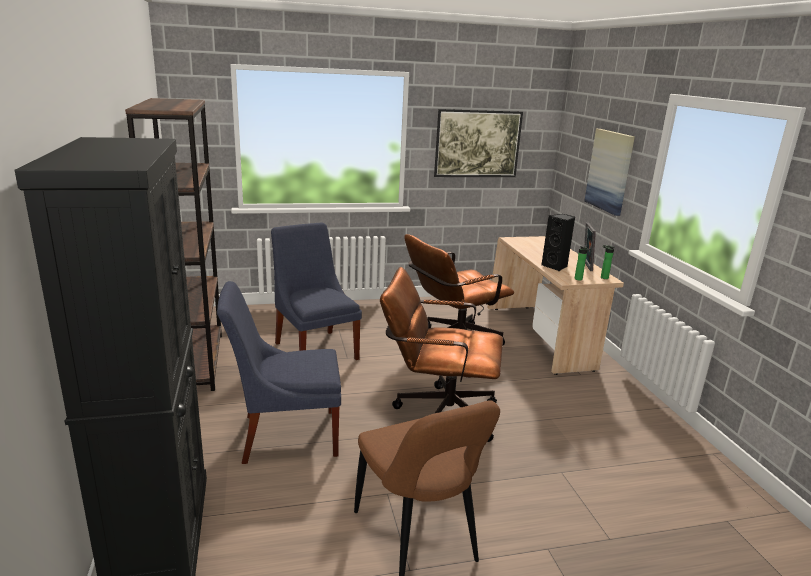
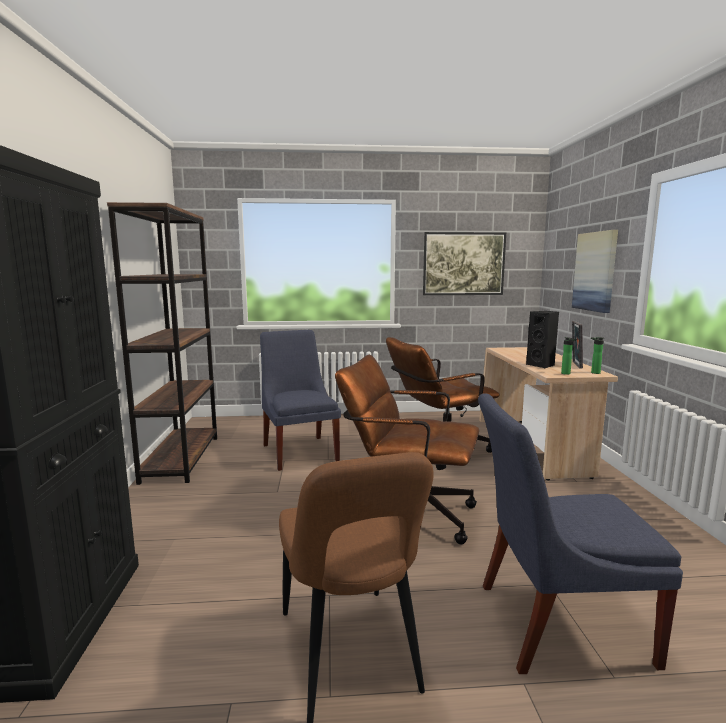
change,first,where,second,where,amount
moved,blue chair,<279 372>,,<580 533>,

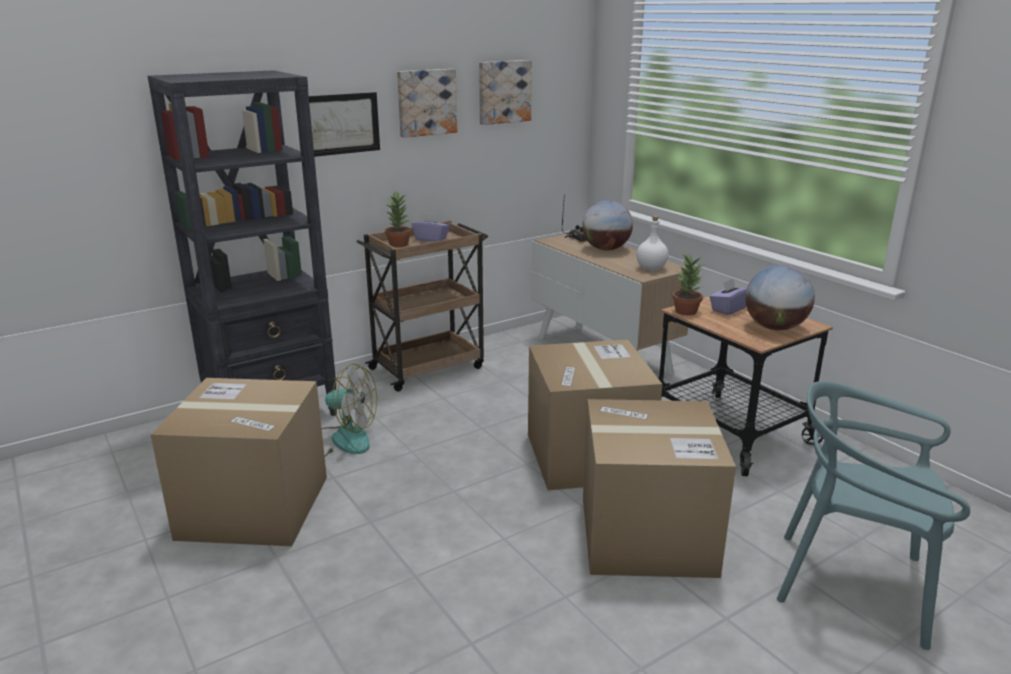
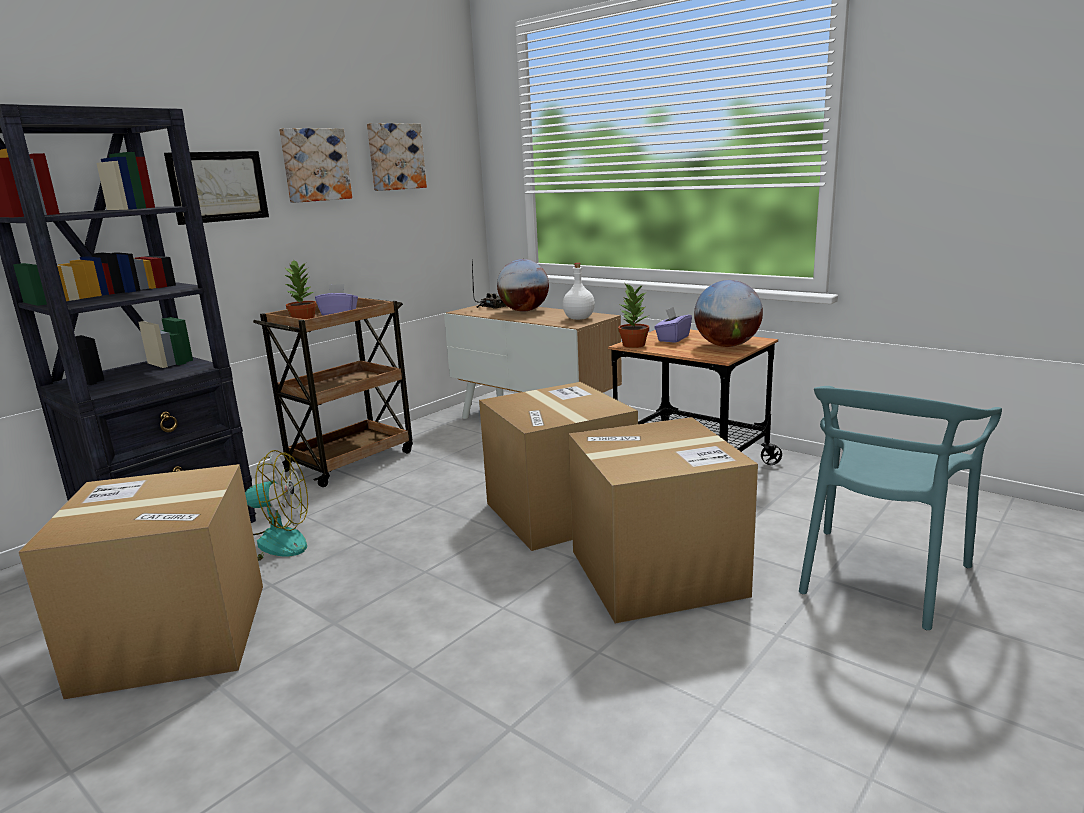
change,first,where,second,where,amount
turned,turquoise chair,<873 515>,,<900 508>,60 degrees counterclockwise

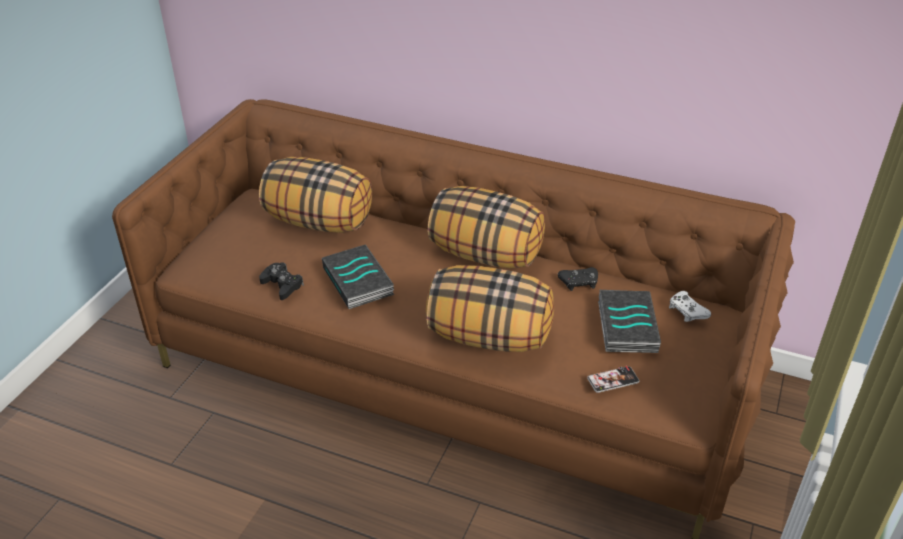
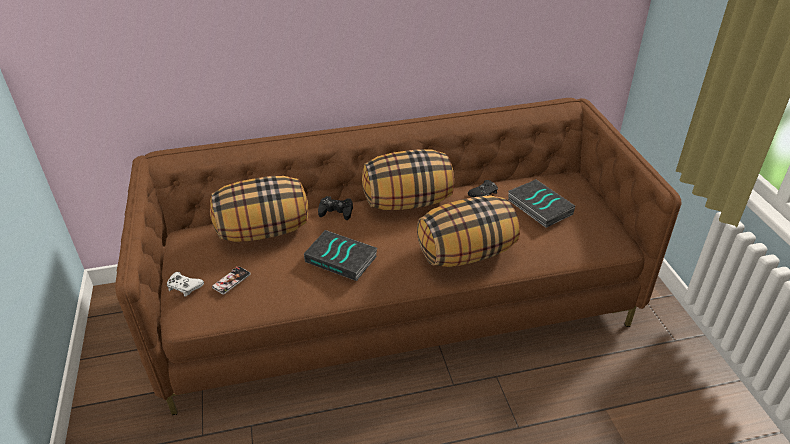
change,first,where,second,where,amount
moved,black game controller,<281 281>,,<335 208>,
moved,phone,<613 379>,,<231 280>,
moved,white game controller,<690 306>,,<185 284>,

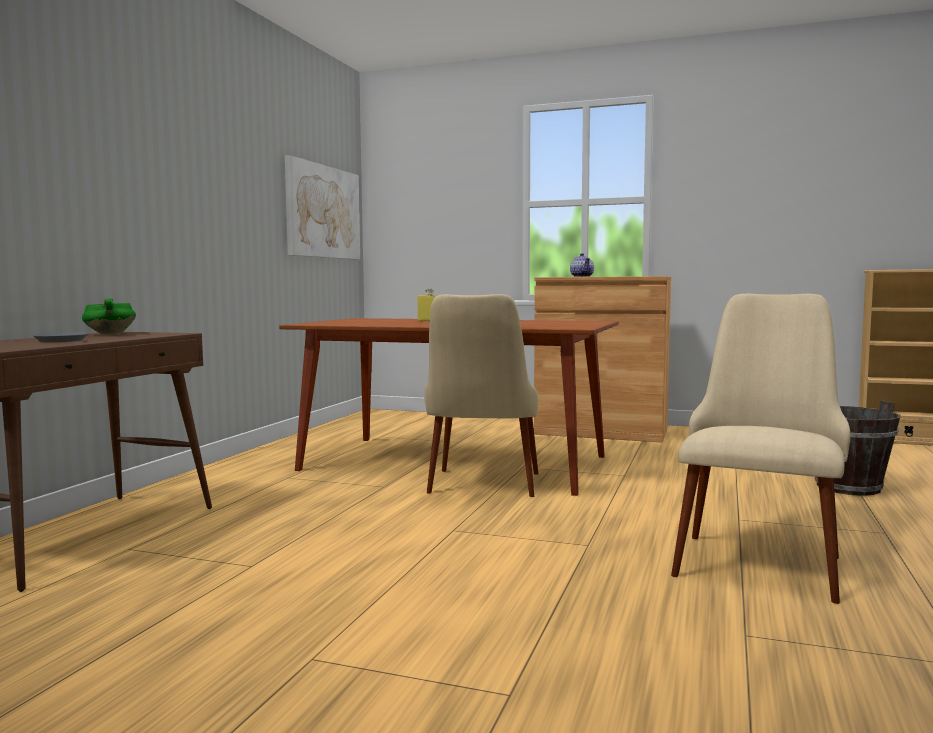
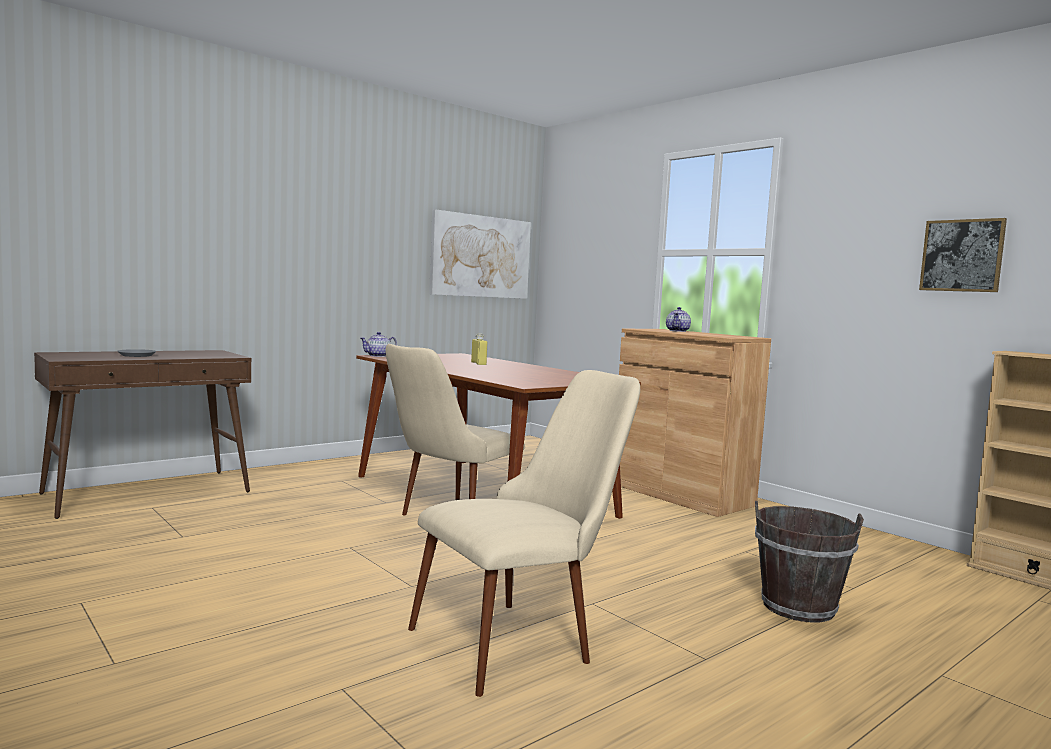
change,first,where,second,where,amount
removed,green cooking pot,<109 316>,,,
added,,,teapot,<378 344>,
added,,,picture,<963 255>,

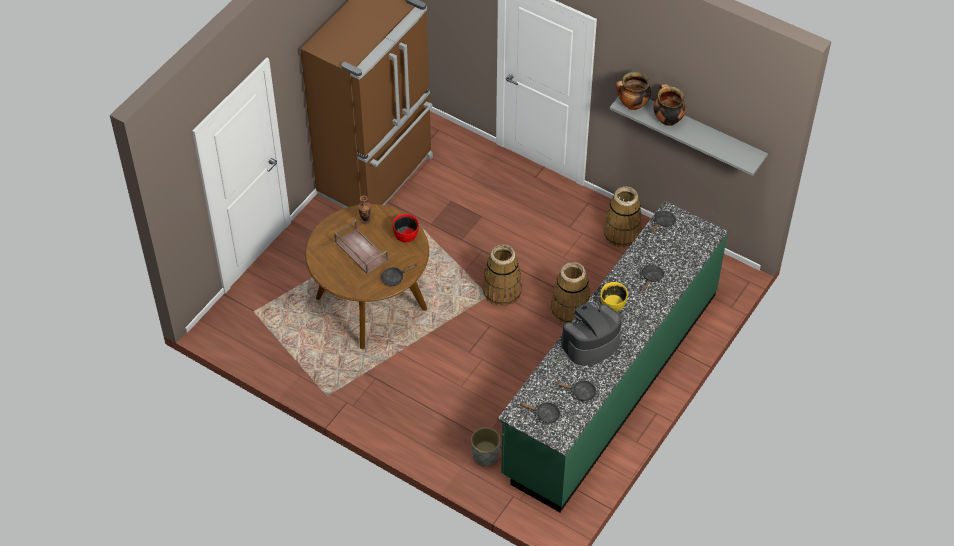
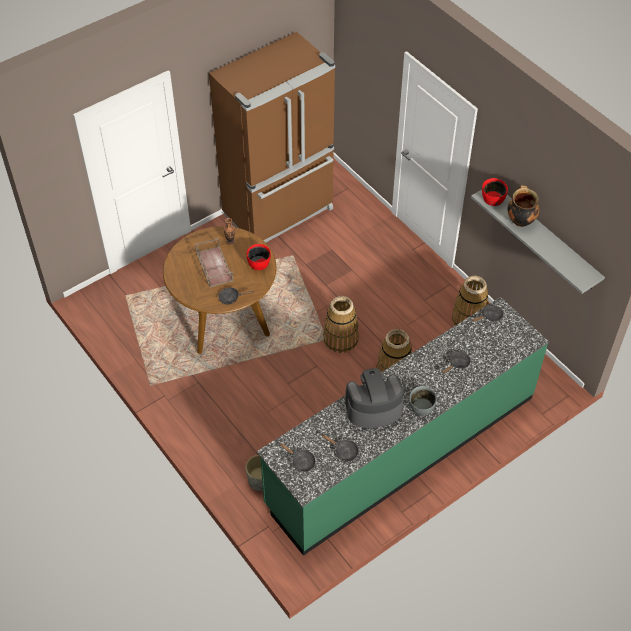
change,first,where,second,where,amount
removed,yellow bowl,<614 297>,,,
added,,,grey bowl,<423 401>,
replaced,cooking pot,<633 91>,red bowl,<495 192>,

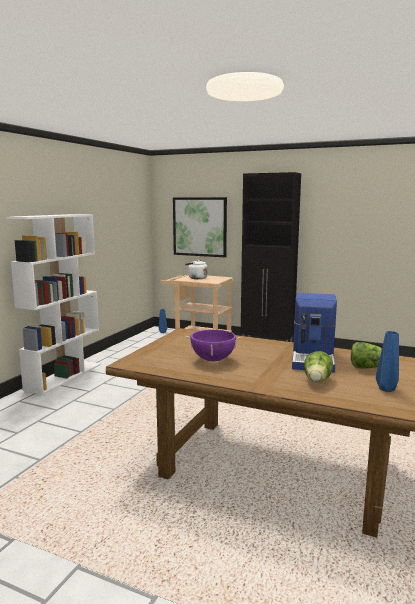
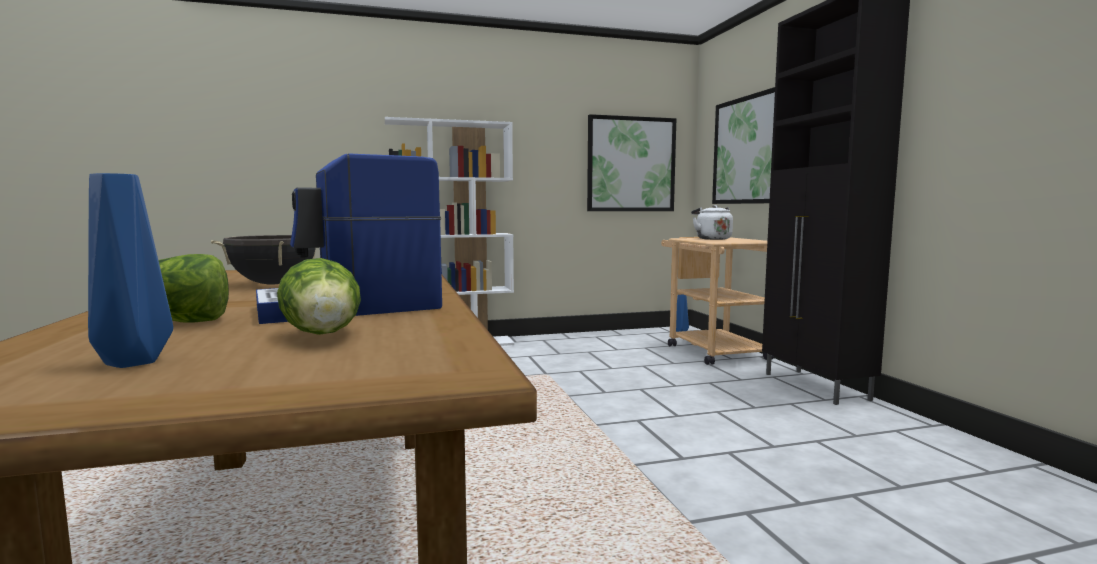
change,first,where,second,where,amount
added,,,picture,<631 162>,
recoloured,purple cooking pot,<213 345>,black cooking pot,<263 260>,

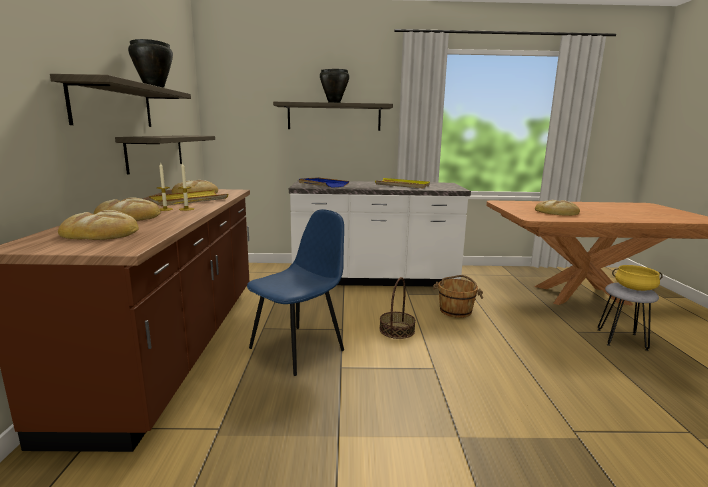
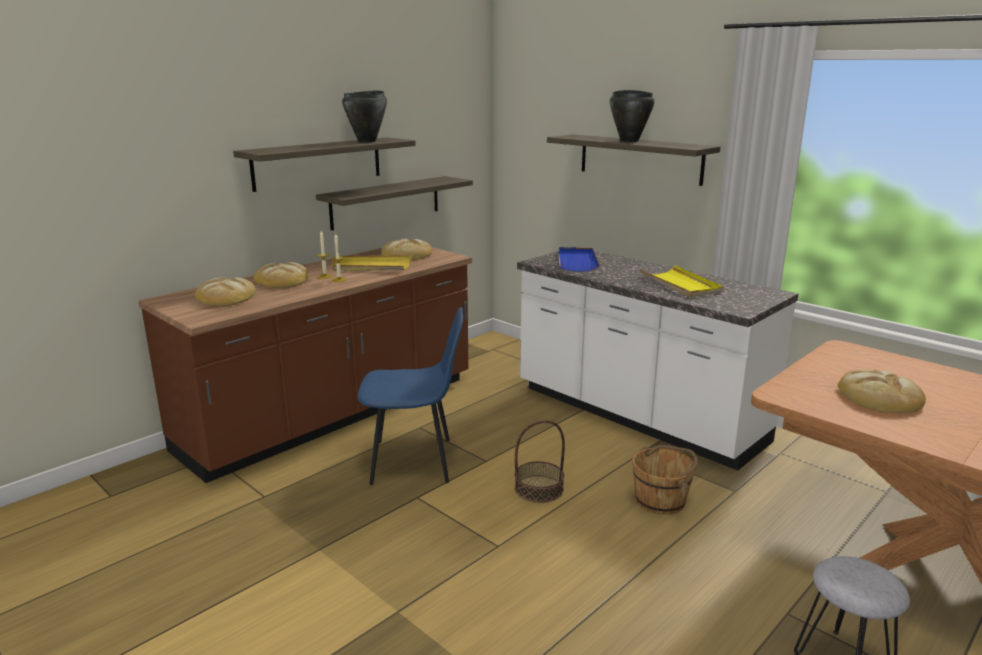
change,first,where,second,where,amount
removed,yellow cooking pot,<637 278>,,,

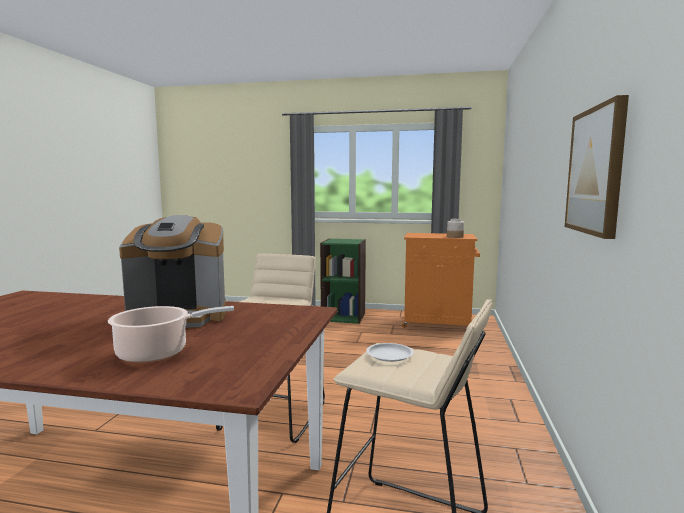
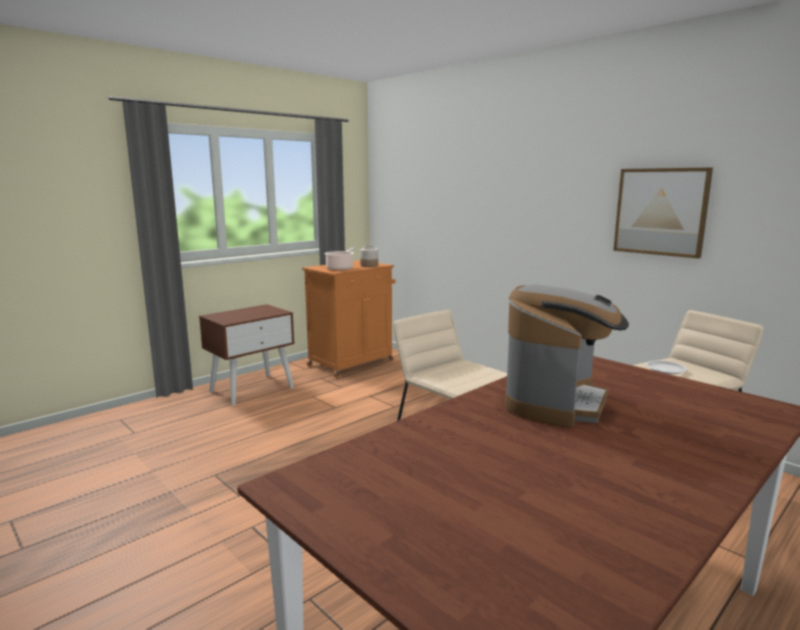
change,first,where,second,where,amount
moved,cooking pot,<171 334>,,<339 259>,
replaced,green bookcase,<343 281>,brown nightstand,<247 355>,

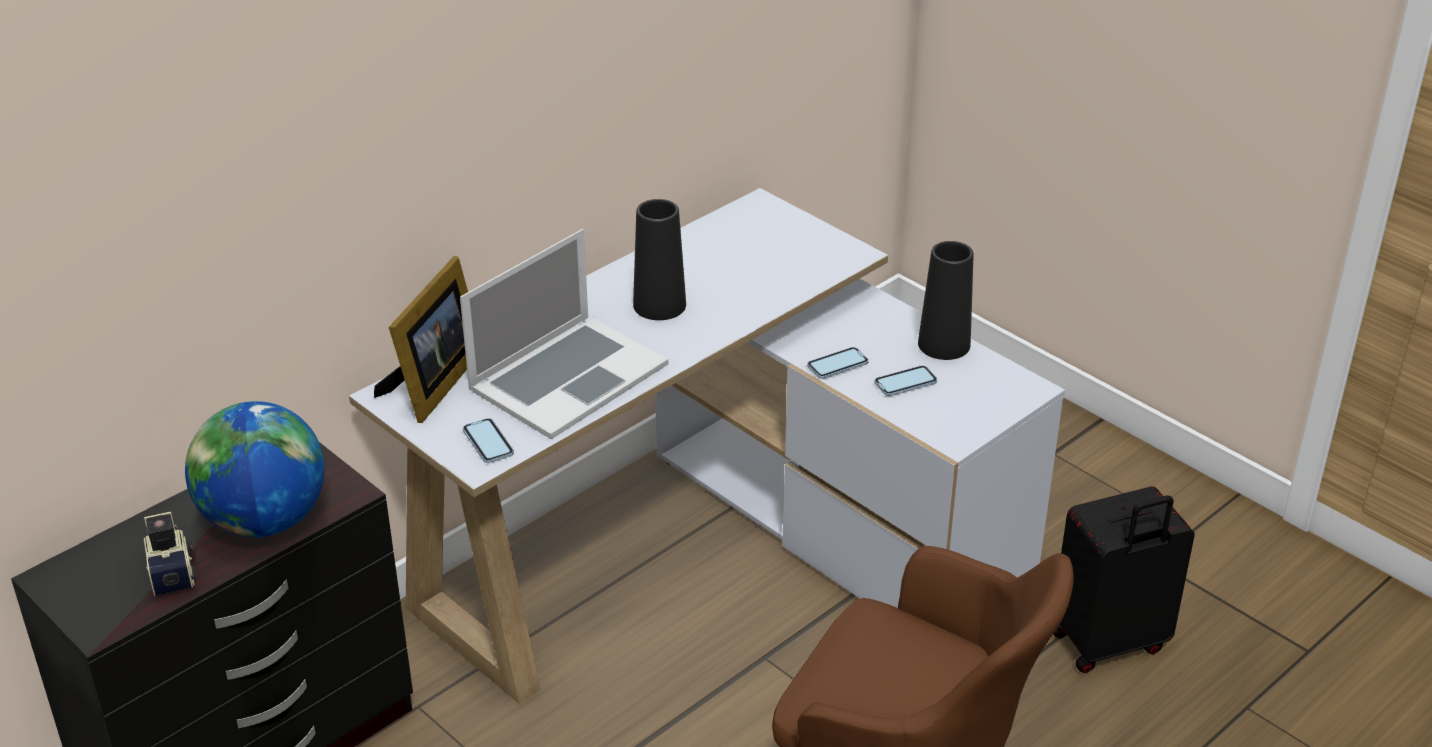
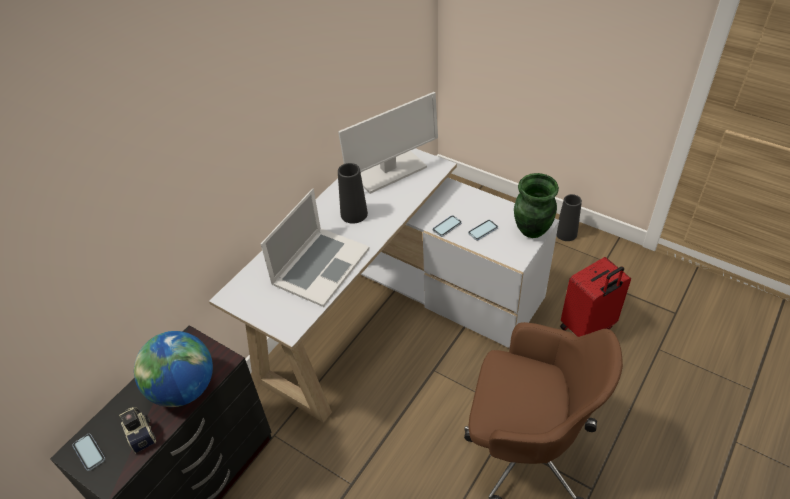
change,first,where,second,where,amount
removed,picture frame,<421 339>,,,
added,,,monitor,<388 143>,
added,,,green vase,<536 205>,
moved,phone,<488 440>,,<88 452>,
moved,black vase,<945 300>,,<569 217>,
recoloured,black suitcase,<1124 579>,red suitcase,<595 297>,

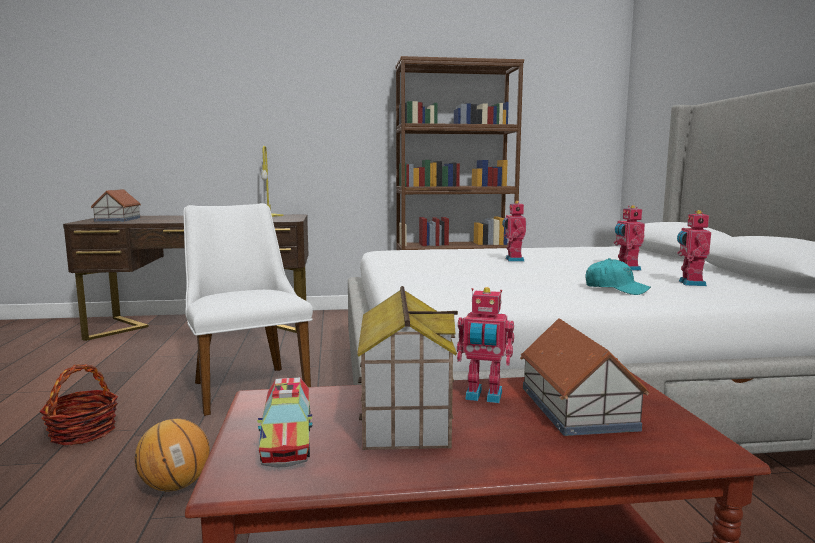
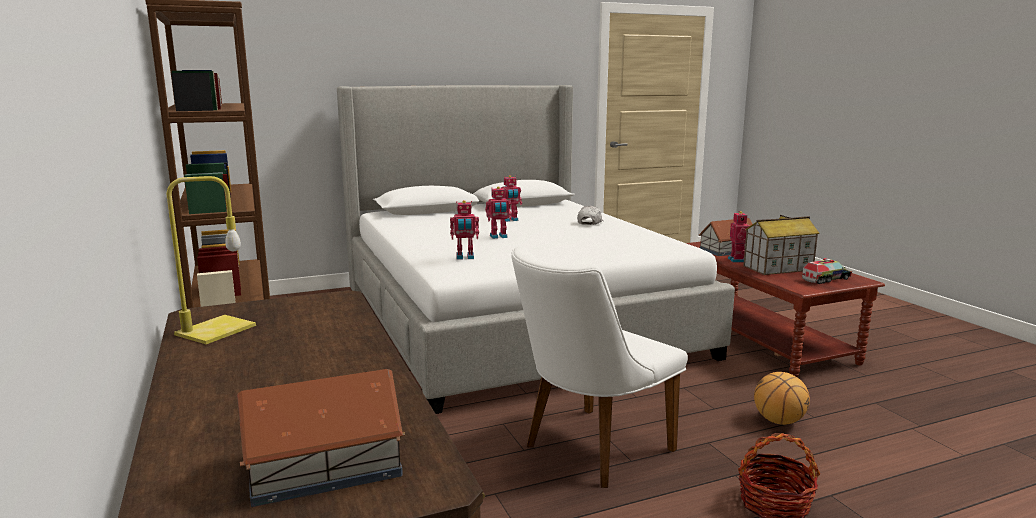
change,first,where,second,where,amount
moved,toy robot,<694 248>,,<464 230>,
recoloured,turquoise cap,<618 276>,white cap,<590 215>,

